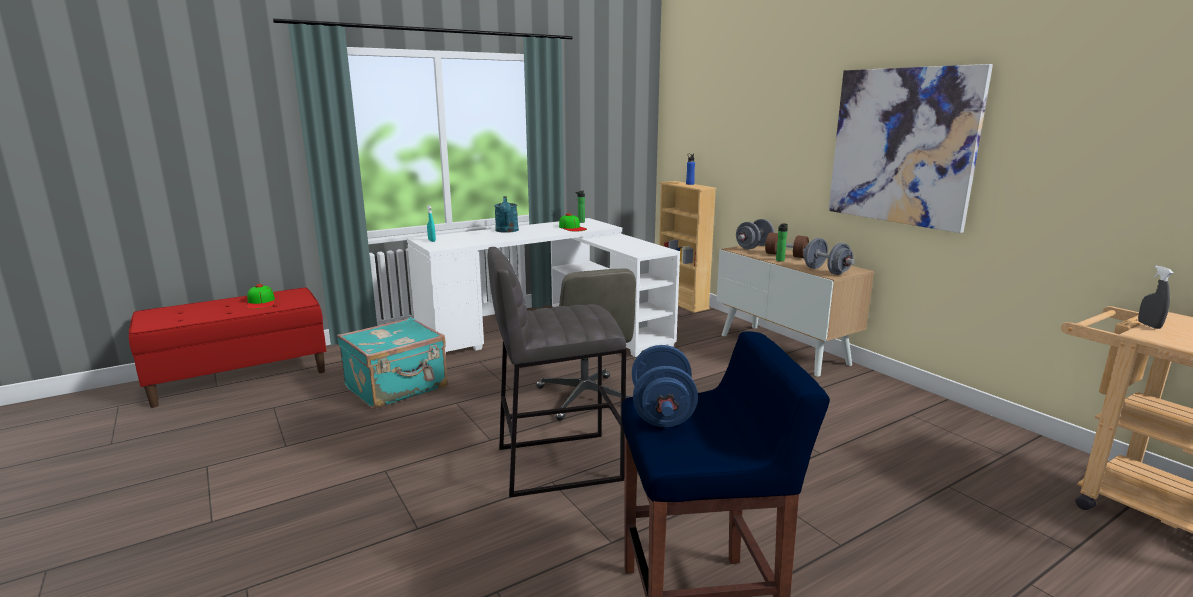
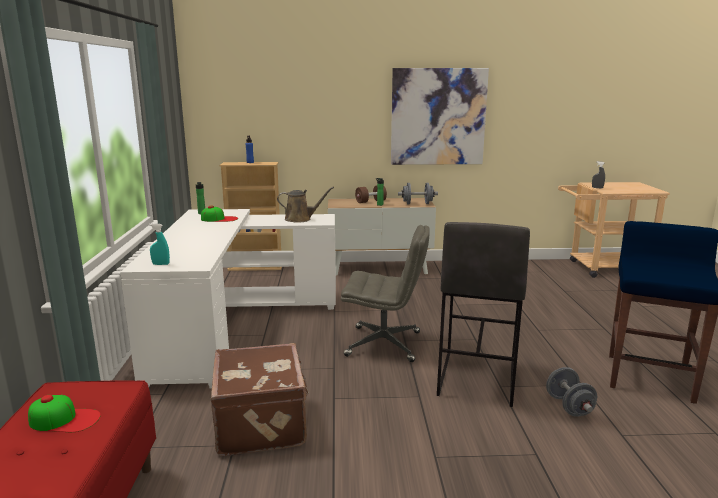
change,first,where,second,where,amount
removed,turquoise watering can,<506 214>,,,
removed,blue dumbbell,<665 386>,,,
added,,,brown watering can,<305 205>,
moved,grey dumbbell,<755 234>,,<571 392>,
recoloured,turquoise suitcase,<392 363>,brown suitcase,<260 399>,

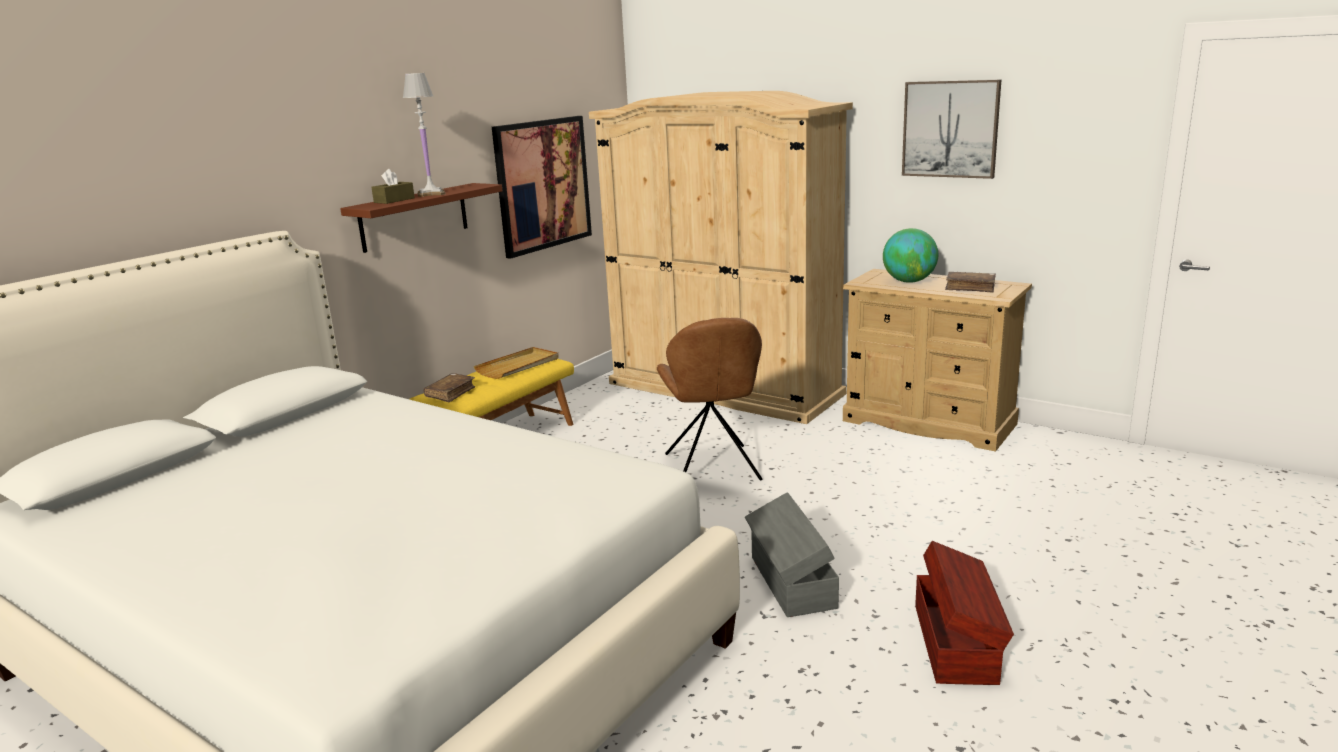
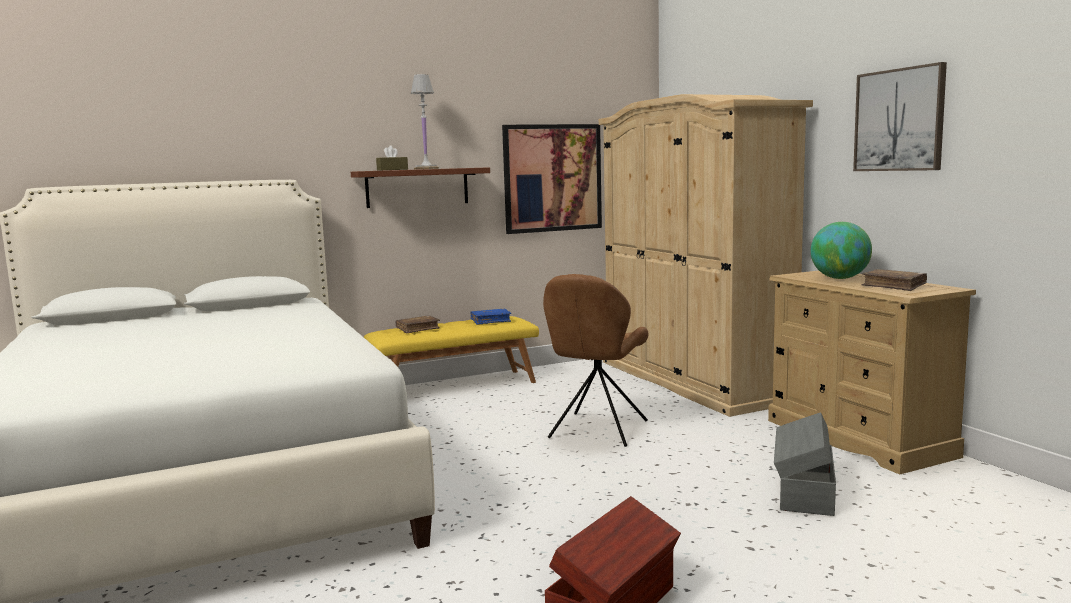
change,first,where,second,where,amount
moved,grey storage box,<792 554>,,<805 464>,
replaced,beige tray,<516 363>,blue book,<491 316>,

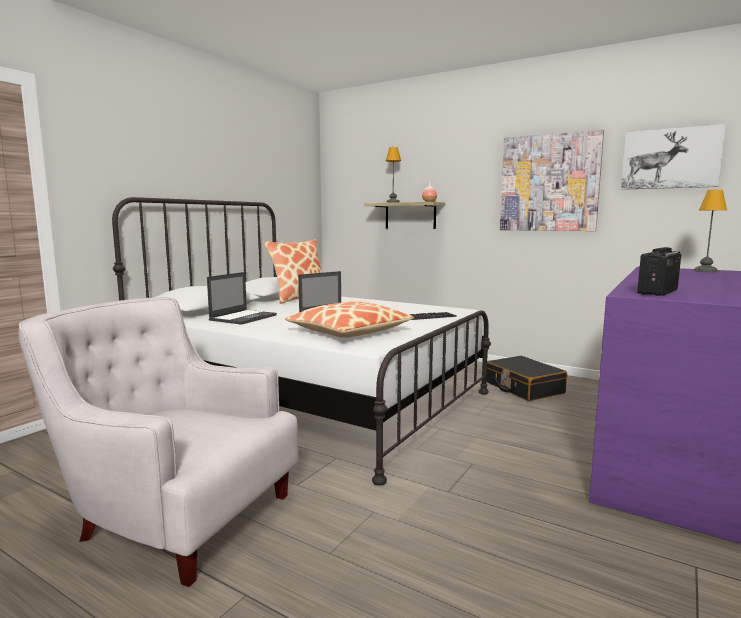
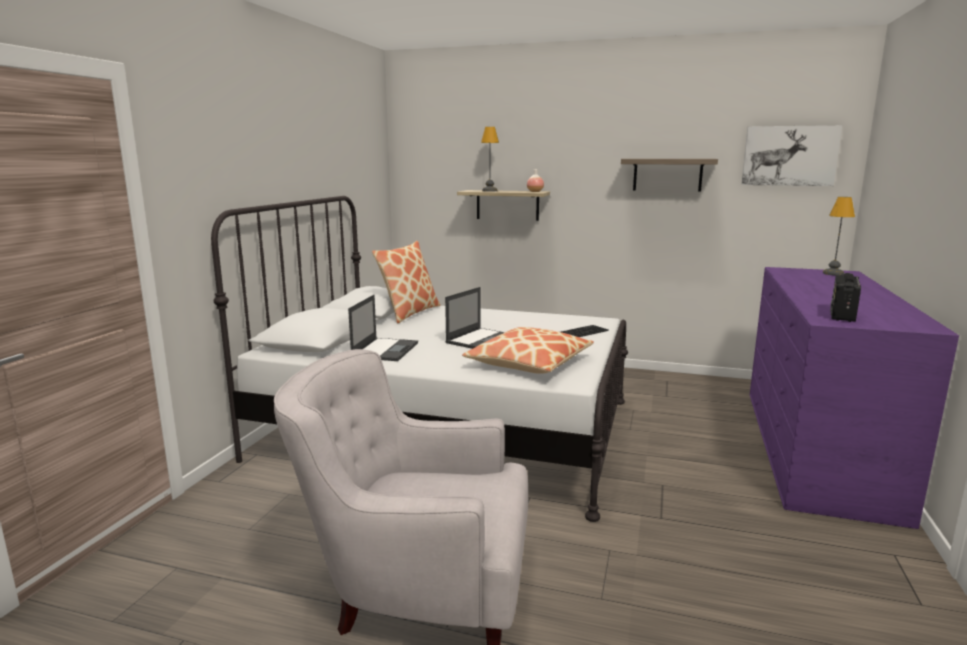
change,first,where,second,where,amount
removed,black suitcase,<526 378>,,,
replaced,picture,<552 180>,shelf,<669 175>,

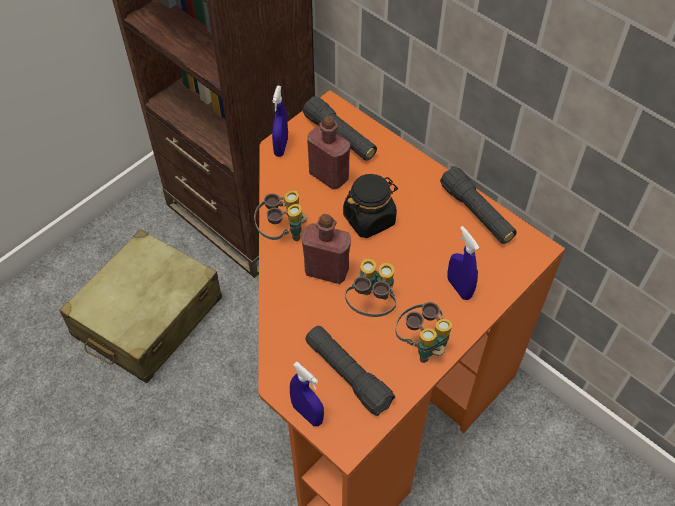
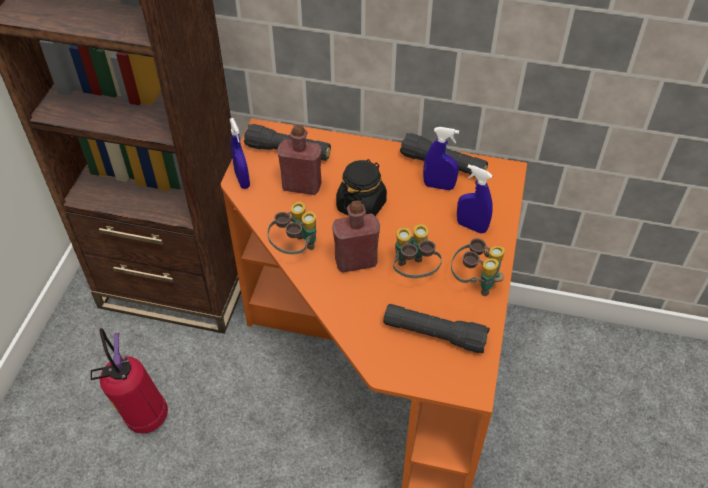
change,first,where,second,where,amount
moved,blue spray bottle,<307 394>,,<441 158>,
replaced,beige suitcase,<140 306>,fire extinguisher,<129 380>,

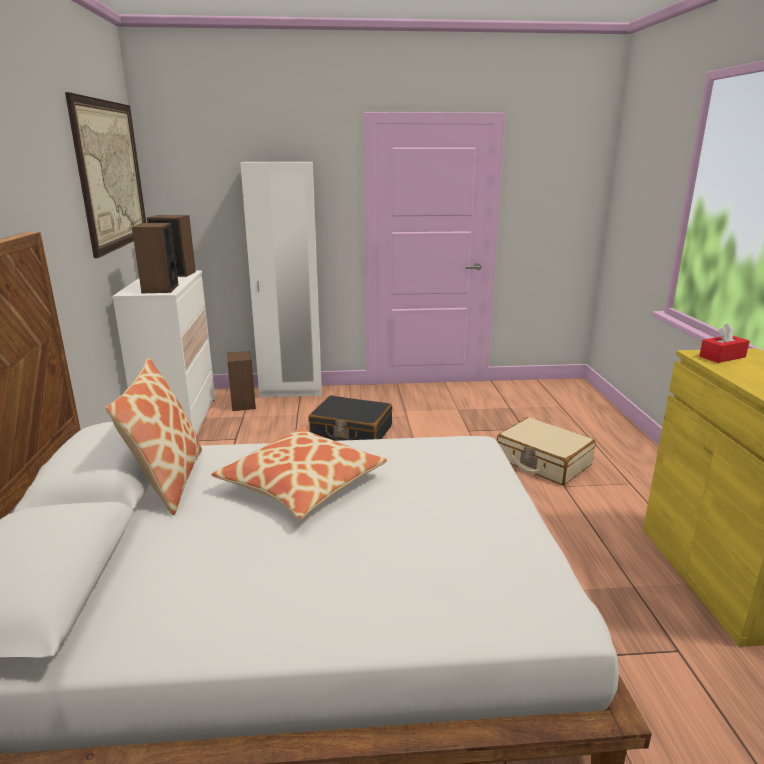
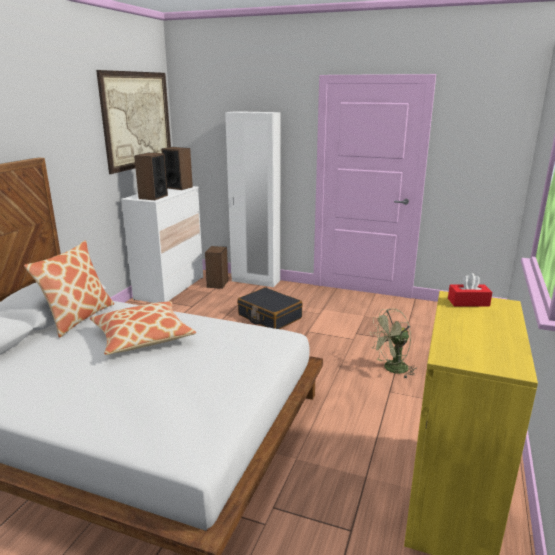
change,first,where,second,where,amount
replaced,beige suitcase,<546 451>,green fan,<394 343>,

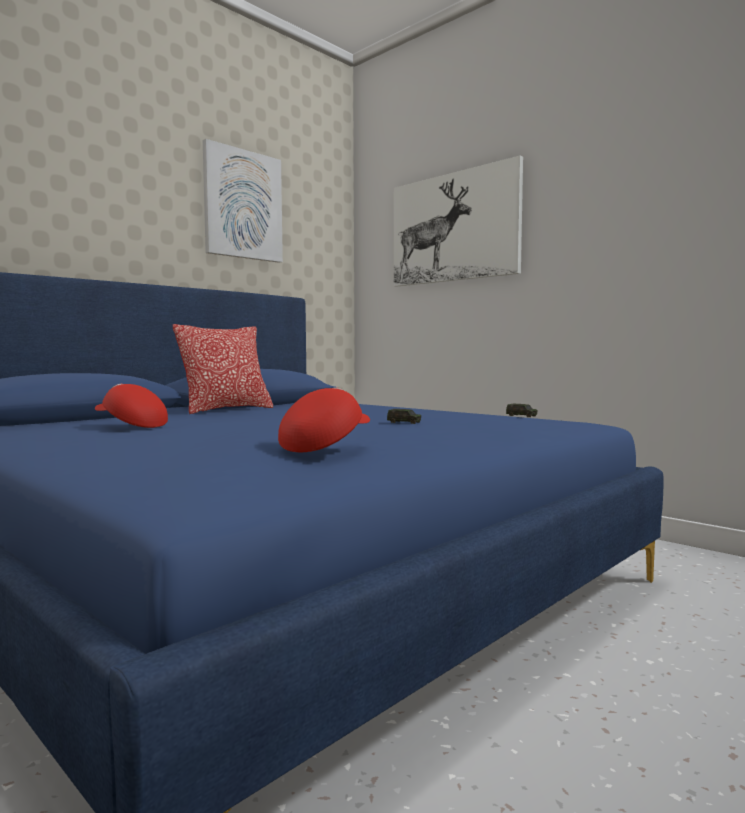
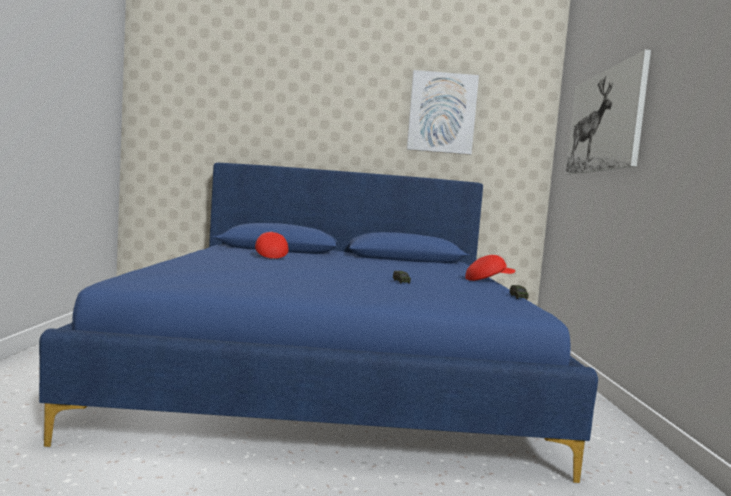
change,first,where,second,where,amount
removed,pillow,<223 369>,,,
moved,red cap,<324 419>,,<490 268>,

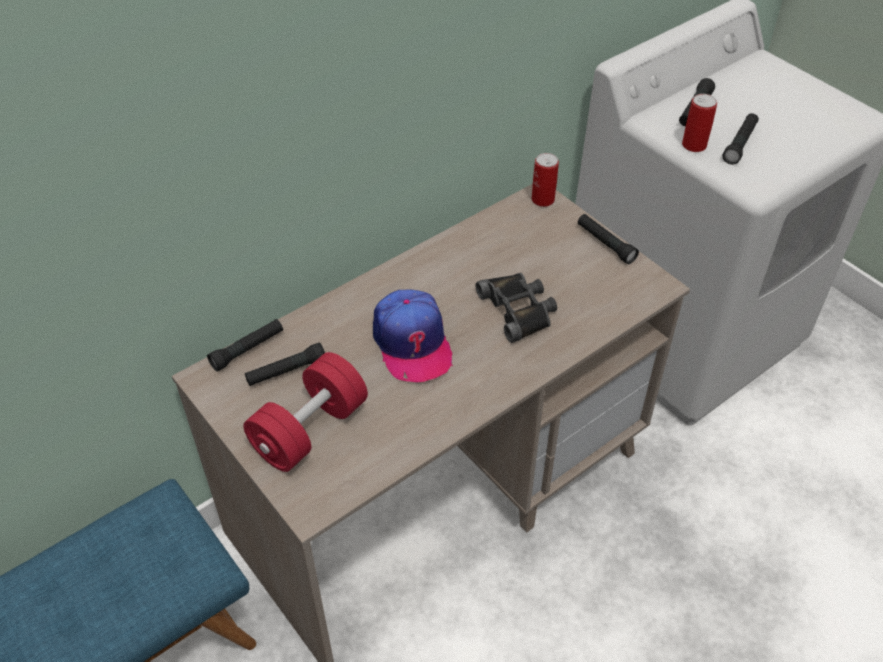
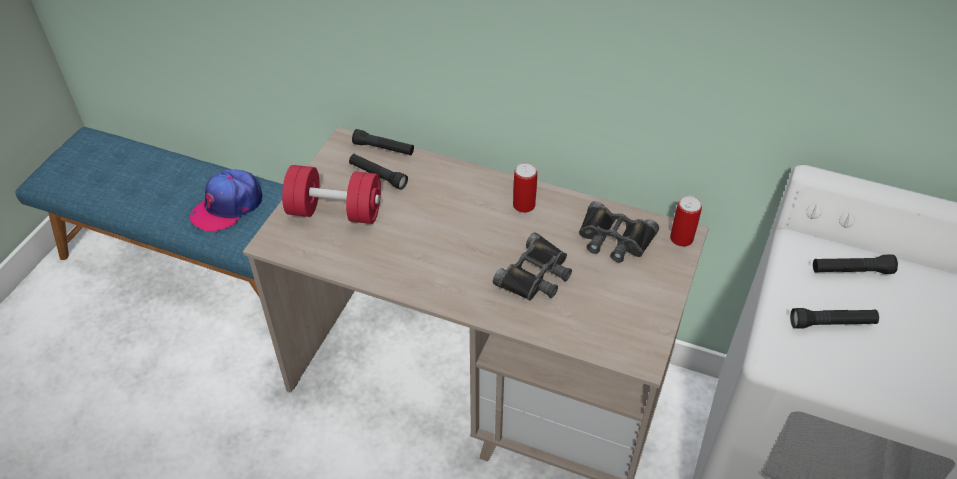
change,first,where,second,where,amount
removed,black flashlight,<608 239>,,,
added,,,black binoculars,<619 231>,
moved,cap,<413 336>,,<226 201>,
moved,can,<699 123>,,<525 188>,

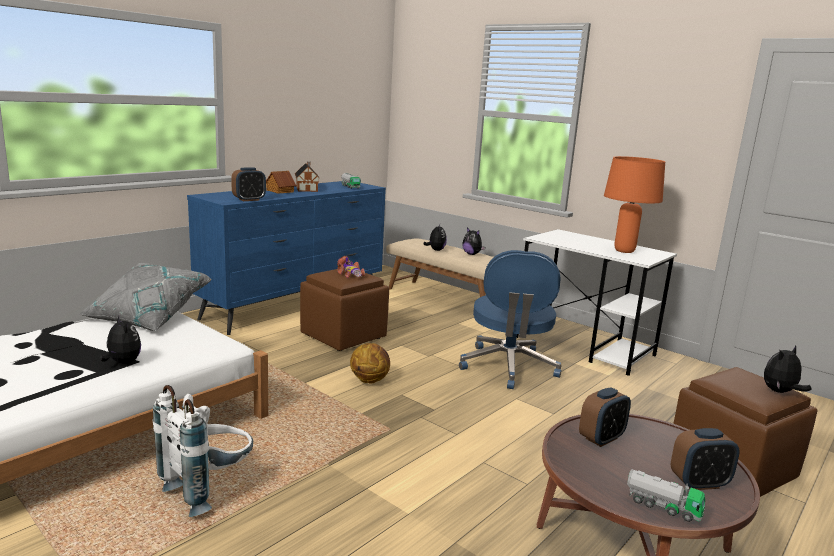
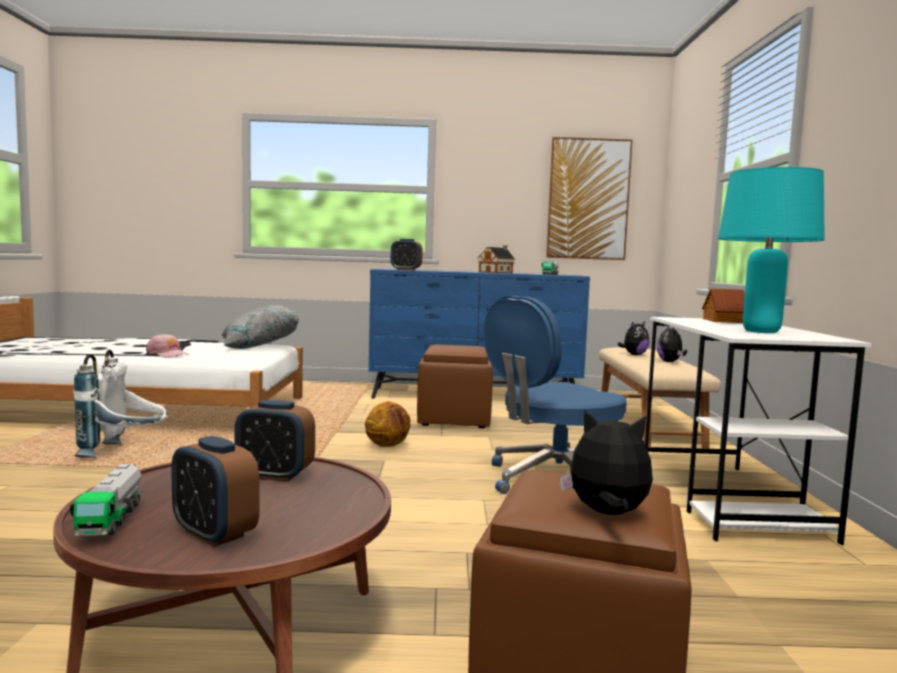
change,first,where,second,where,amount
removed,toy car,<351 267>,,,
added,,,picture,<589 198>,
moved,toy house,<281 182>,,<723 305>,
replaced,plush toy,<120 339>,pink cap,<168 346>,
recoloured,orange table lamp,<634 204>,turquoise table lamp,<771 250>,

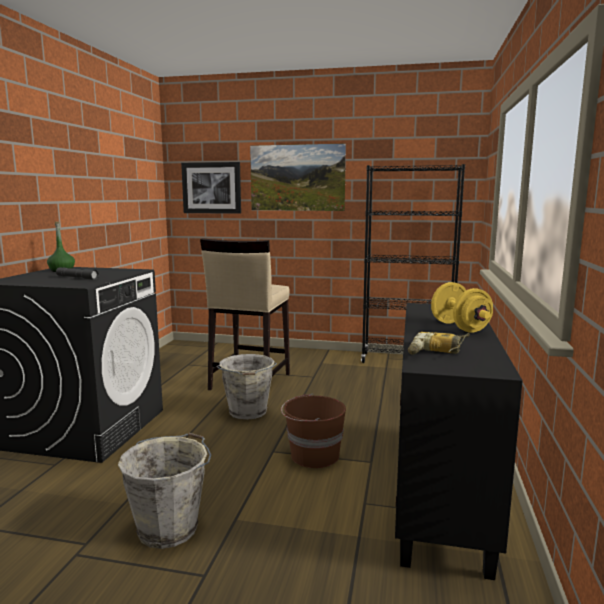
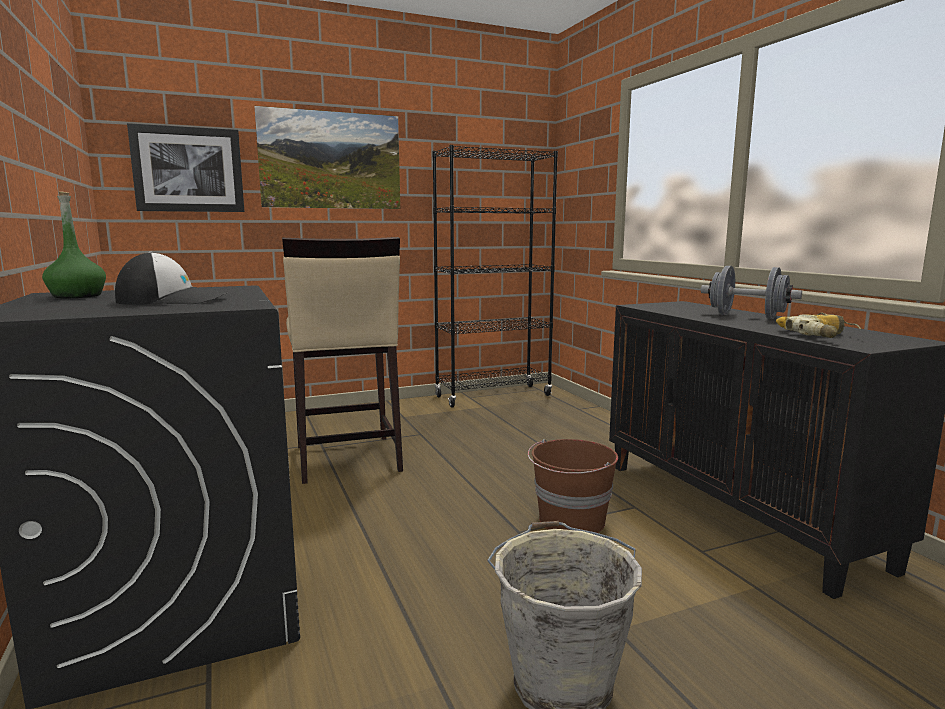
change,first,where,second,where,amount
removed,grey bucket,<246 387>,,,
replaced,grey flashlight,<77 273>,cap,<171 278>,
recoloured,yellow dumbbell,<462 307>,grey dumbbell,<751 292>,

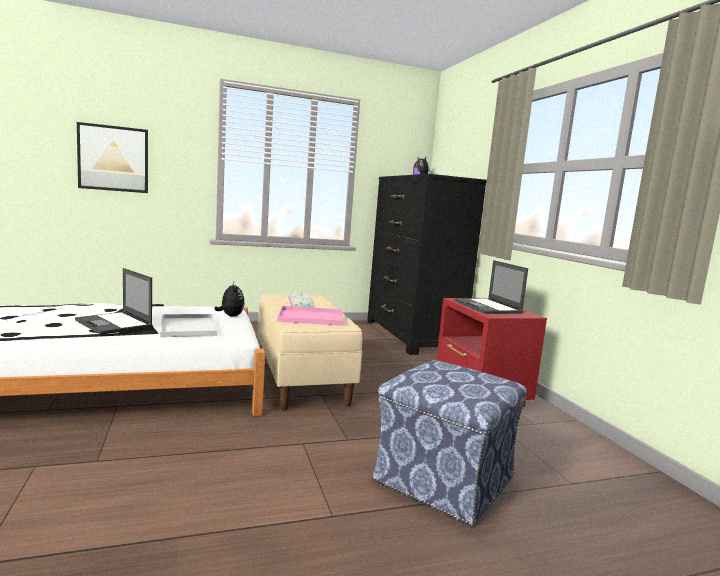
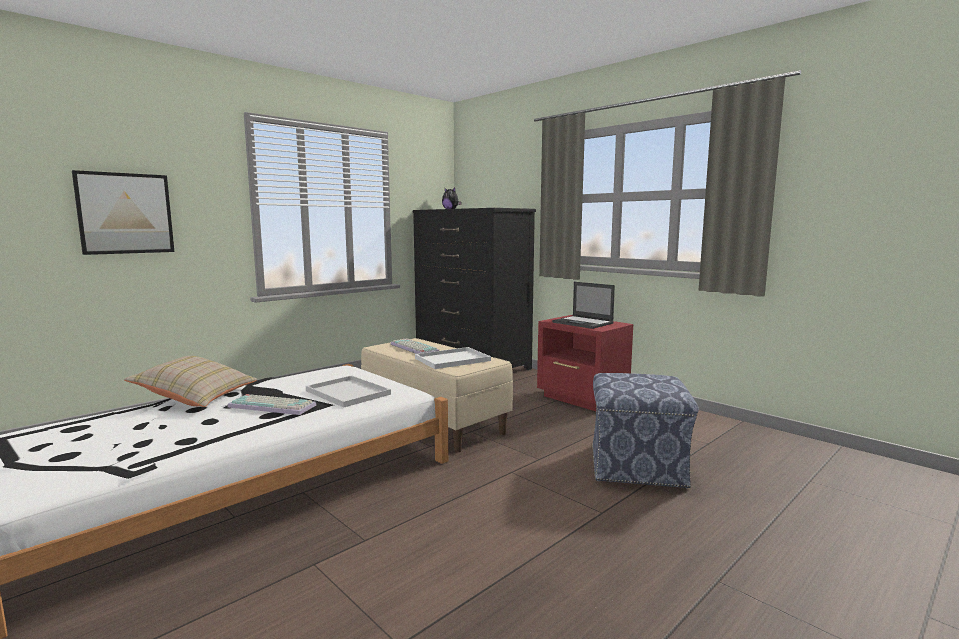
change,first,where,second,where,amount
removed,plush toy,<229 299>,,,
added,,,beige pillow,<190 381>,
replaced,laptop,<114 301>,keyboard,<271 404>,
recoloured,pink tray,<310 316>,white tray,<453 358>,

